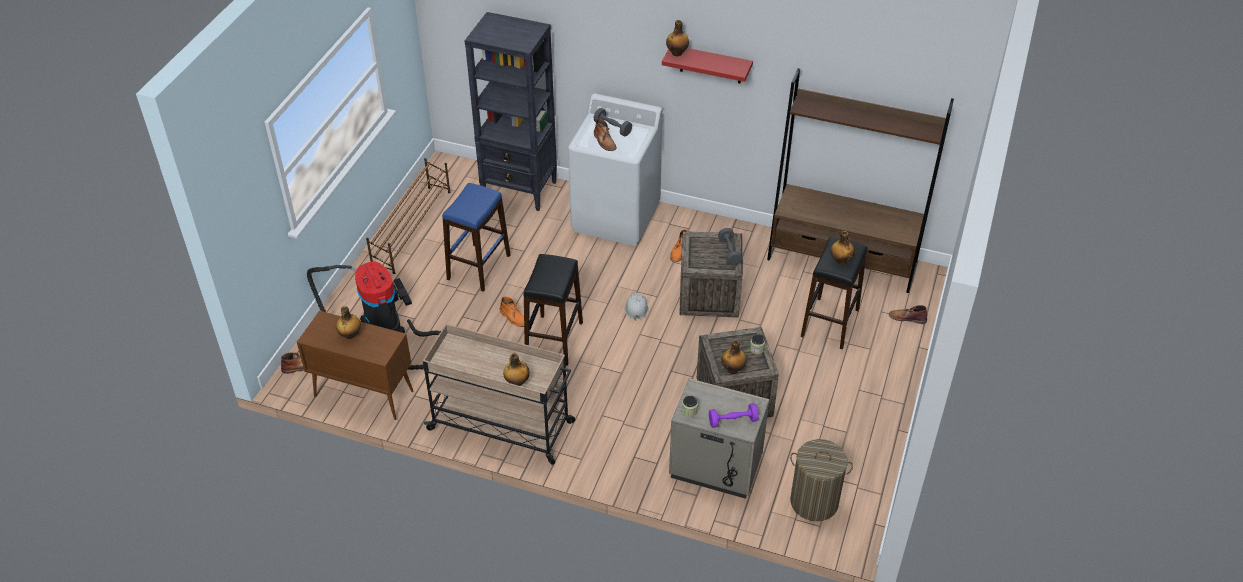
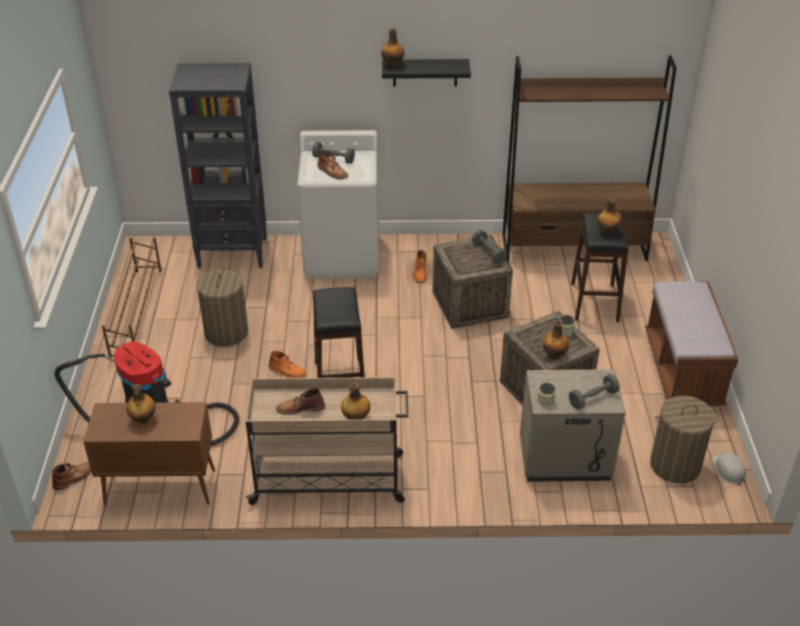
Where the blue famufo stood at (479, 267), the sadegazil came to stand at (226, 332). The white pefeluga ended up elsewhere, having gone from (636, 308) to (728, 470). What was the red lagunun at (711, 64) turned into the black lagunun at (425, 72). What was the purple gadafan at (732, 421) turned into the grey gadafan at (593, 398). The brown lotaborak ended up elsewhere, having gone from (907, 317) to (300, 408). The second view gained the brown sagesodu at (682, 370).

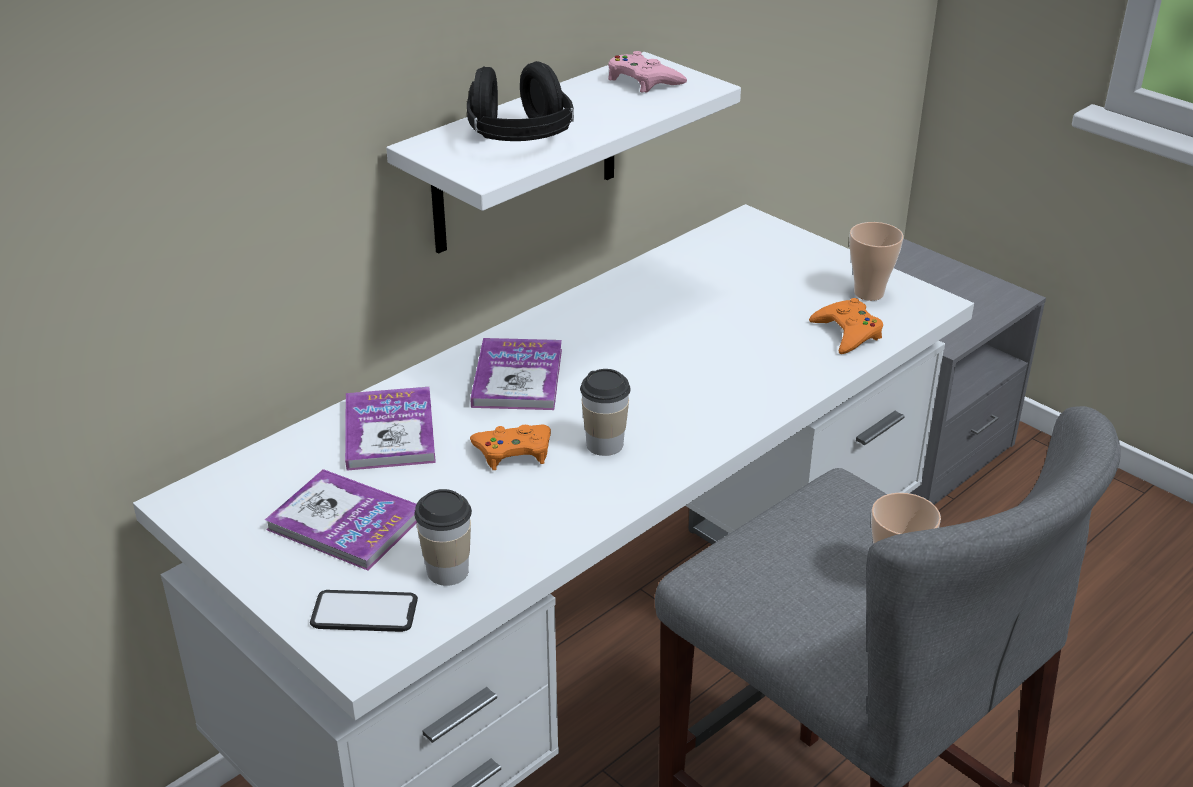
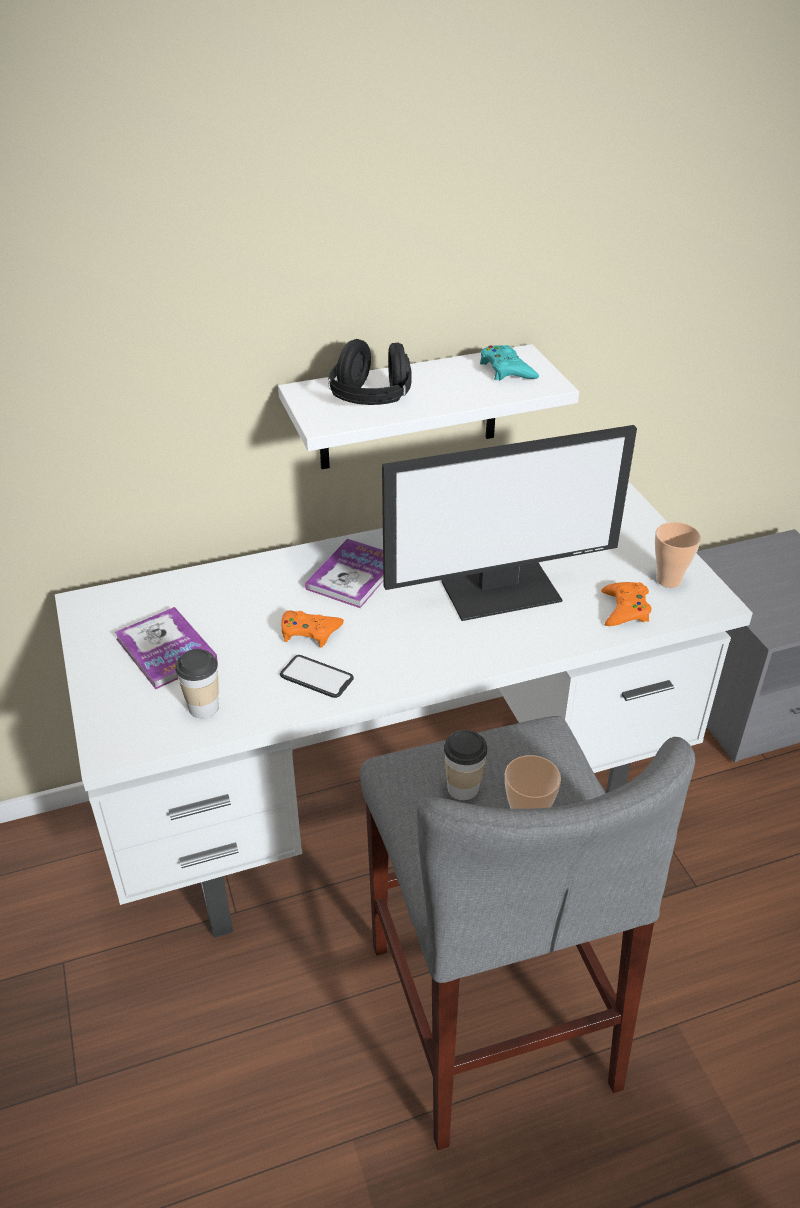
The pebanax ended up elsewhere, having gone from (364, 612) to (316, 677). The second view lost the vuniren at (389, 431). The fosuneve ended up elsewhere, having gone from (605, 444) to (463, 788). What was the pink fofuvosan at (643, 81) turned into the turquoise fofuvosan at (506, 370). The second view gained the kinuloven at (501, 589).

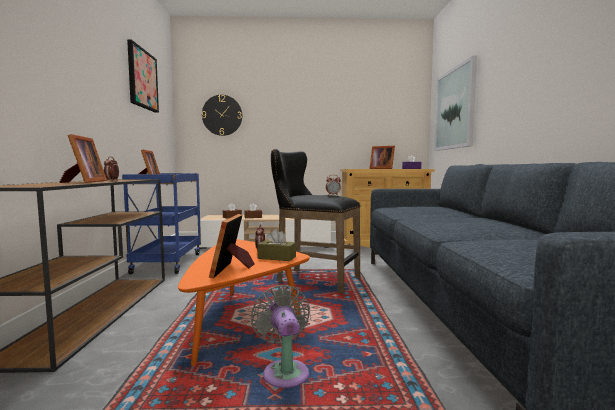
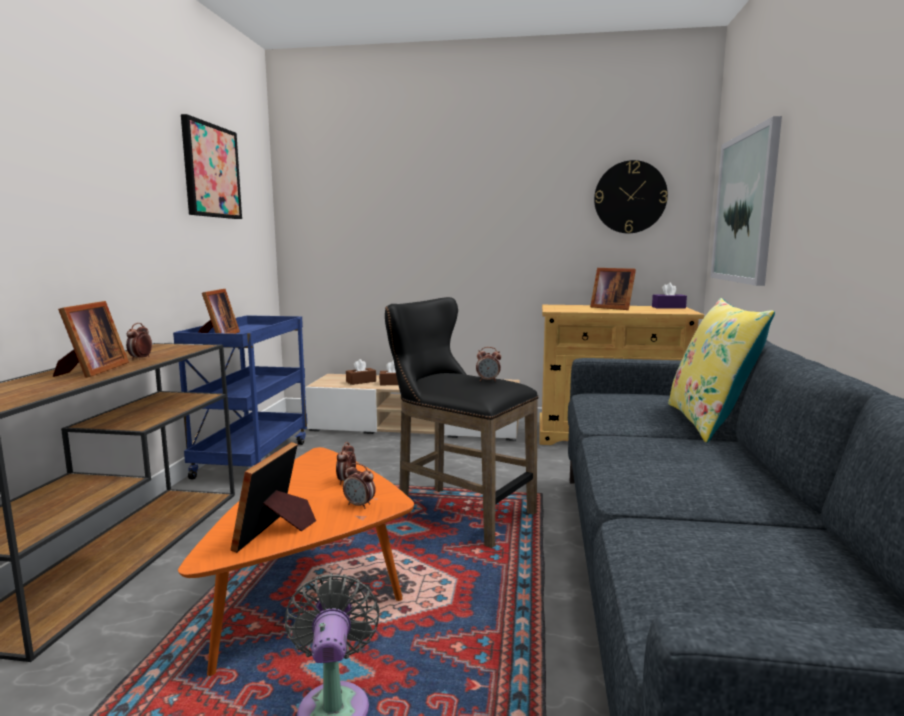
The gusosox ended up elsewhere, having gone from (222, 115) to (630, 197). Where the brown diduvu stood at (277, 257), the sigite came to stand at (359, 505). The second view gained the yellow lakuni at (709, 422).

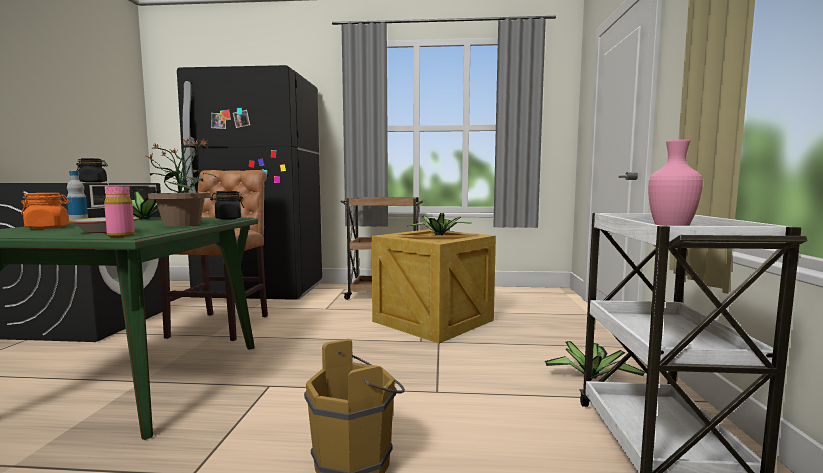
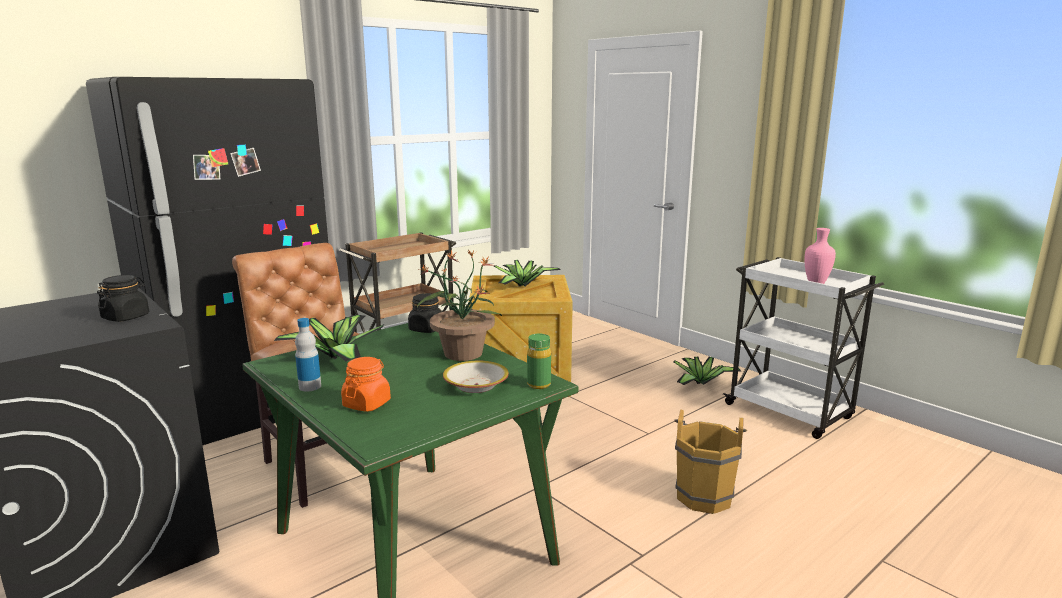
What was the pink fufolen at (121, 236) turned into the green fufolen at (539, 384).

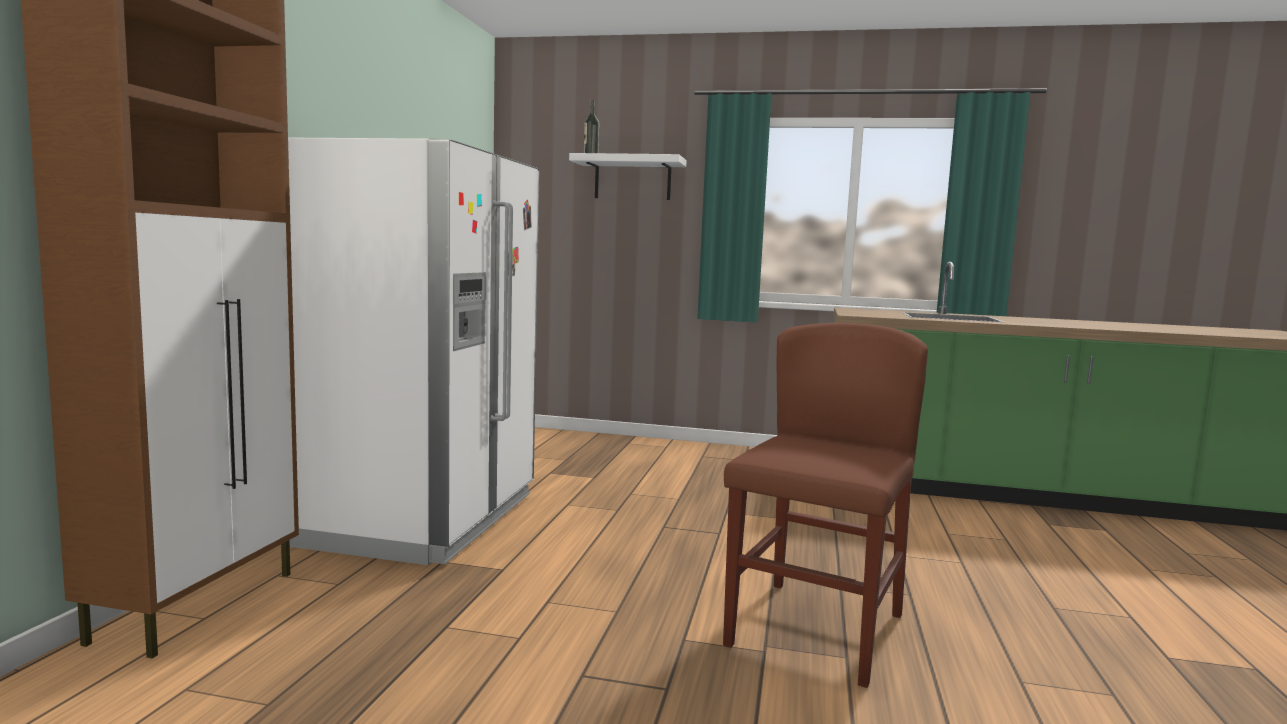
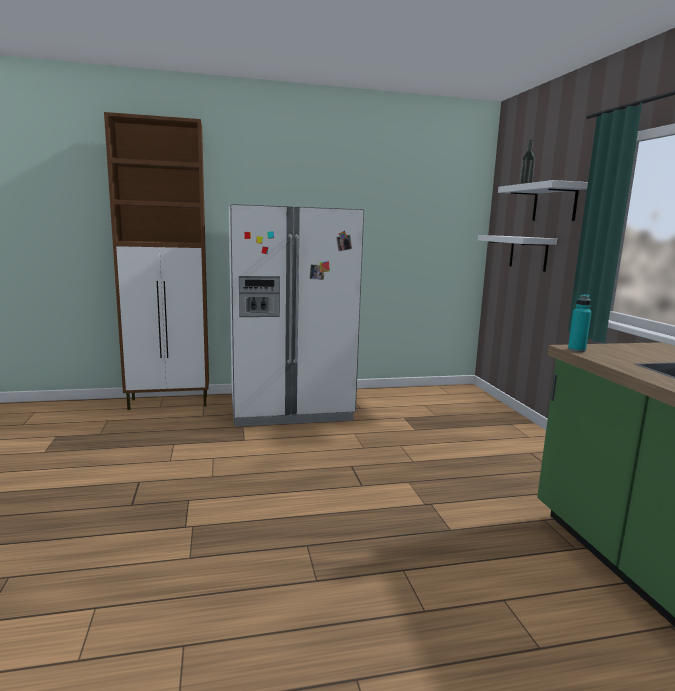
The second view lost the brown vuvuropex at (816, 630). The second view gained the white lagunun at (528, 253). The second view gained the turquoise fufolen at (576, 350).

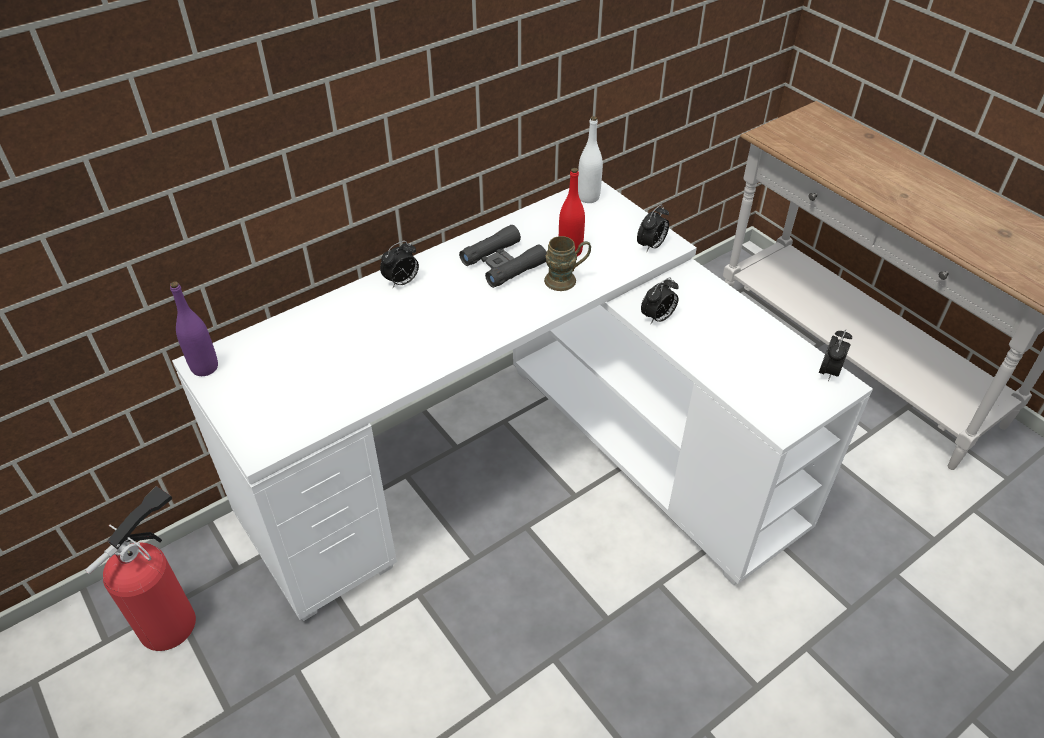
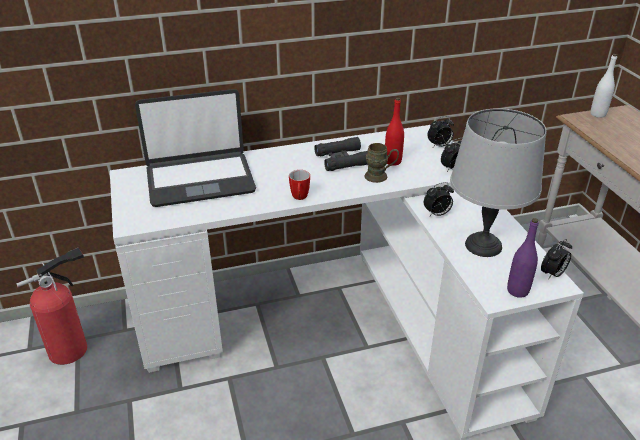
The purple fufolen ended up elsewhere, having gone from (205, 367) to (517, 291). The sigite ended up elsewhere, having gone from (402, 282) to (439, 146). The white fufolen ended up elsewhere, having gone from (588, 197) to (598, 114). The second view gained the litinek at (200, 180). The second view gained the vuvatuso at (299, 198). The second view gained the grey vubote at (483, 245).

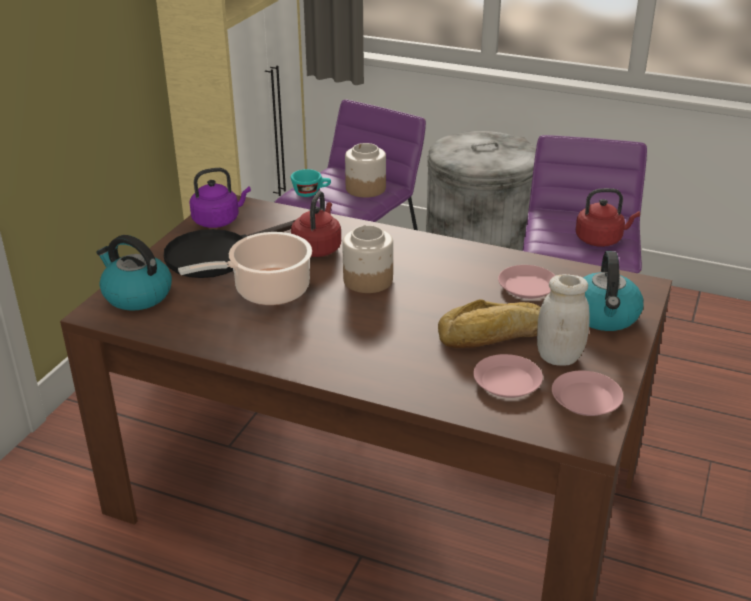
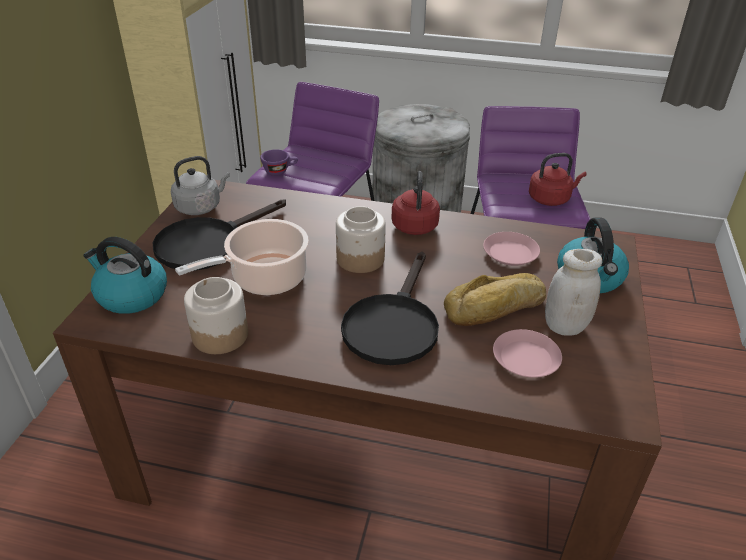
What was the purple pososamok at (218, 220) turned into the grey pososamok at (200, 207). What was the turquoise fosuneve at (311, 193) turned into the purple fosuneve at (280, 171). The red pososamok ended up elsewhere, having gone from (317, 248) to (414, 225). The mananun ended up elsewhere, having gone from (365, 188) to (219, 335). The second view lost the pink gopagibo at (585, 399). The second view gained the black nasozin at (393, 324).

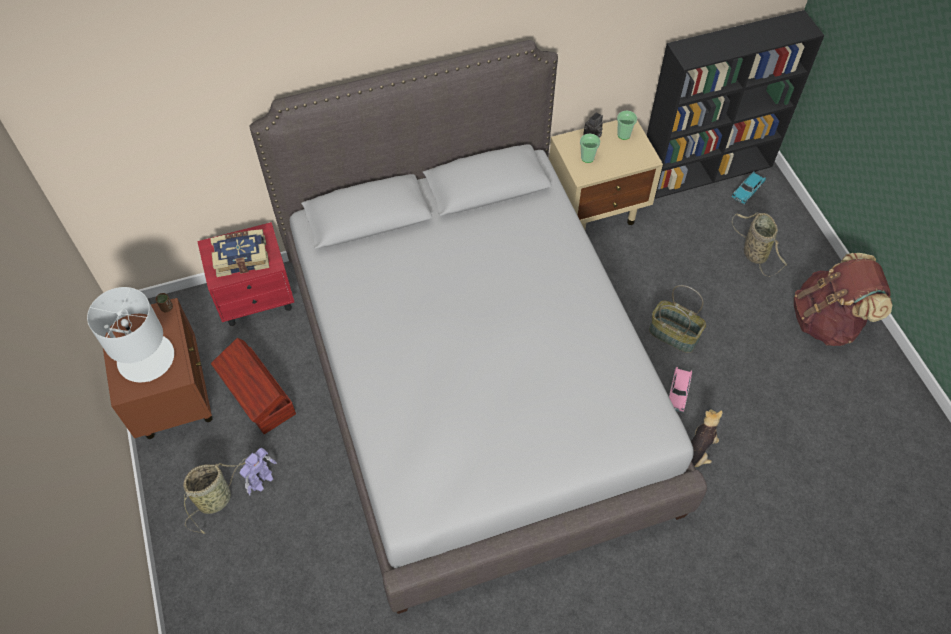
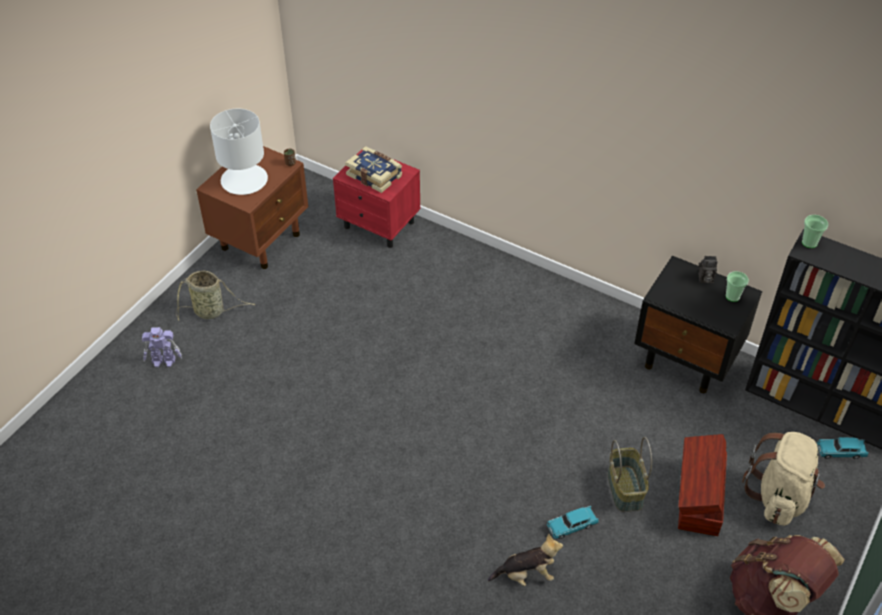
The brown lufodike ended up elsewhere, having gone from (258, 397) to (698, 497). The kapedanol ended up elsewhere, having gone from (262, 479) to (164, 361). The second view lost the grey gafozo at (475, 382). What was the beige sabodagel at (597, 209) turned into the black sabodagel at (687, 360). The fosuneve ended up elsewhere, having gone from (587, 157) to (809, 243). What was the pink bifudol at (678, 392) turned into the turquoise bifudol at (572, 526). Where the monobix stood at (753, 252), the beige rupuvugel came to stand at (779, 496).

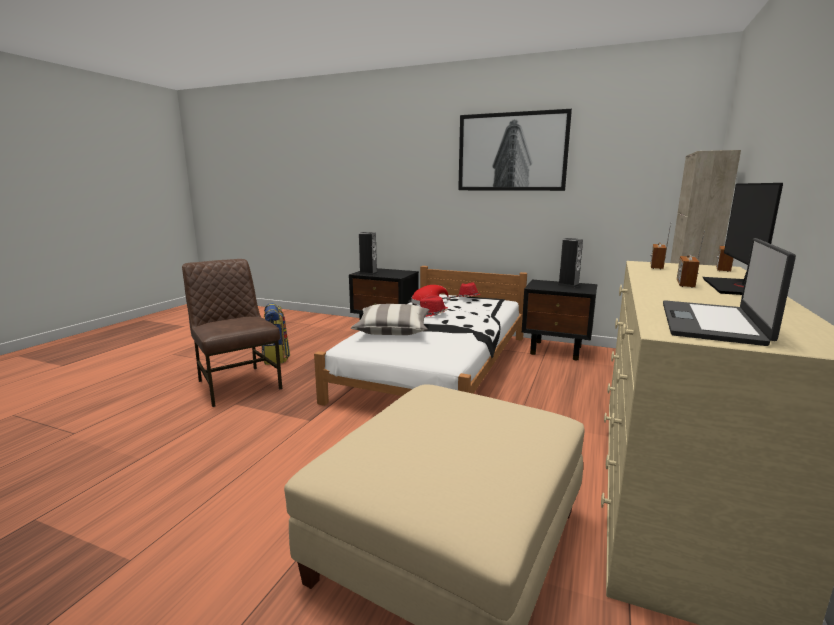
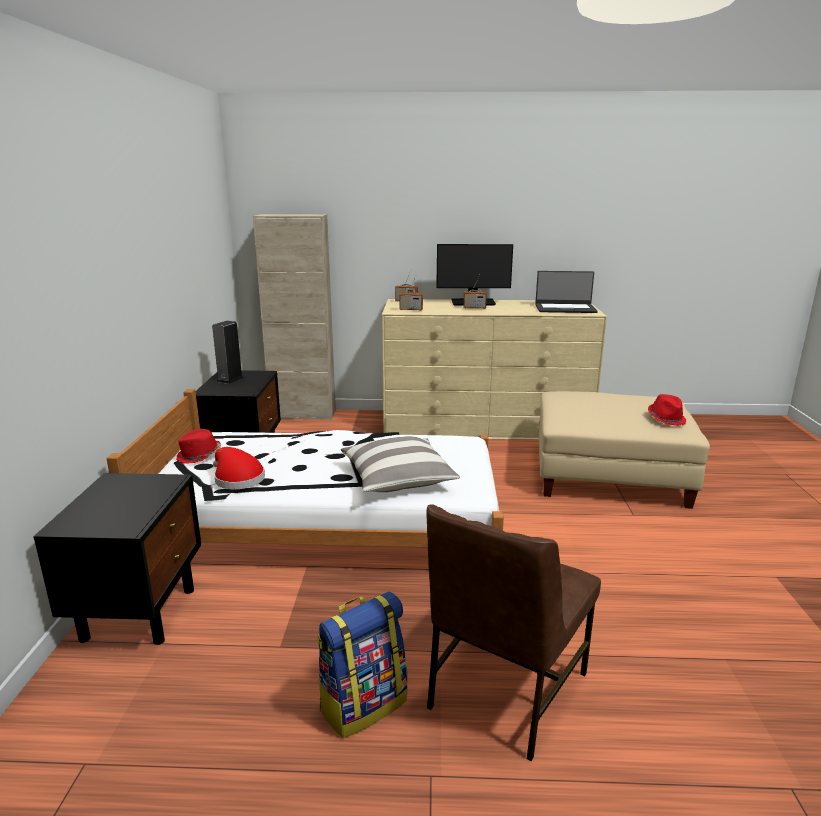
The second view lost the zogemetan at (368, 273). The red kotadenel ended up elsewhere, having gone from (432, 314) to (666, 419). The second view lost the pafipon at (511, 152).

